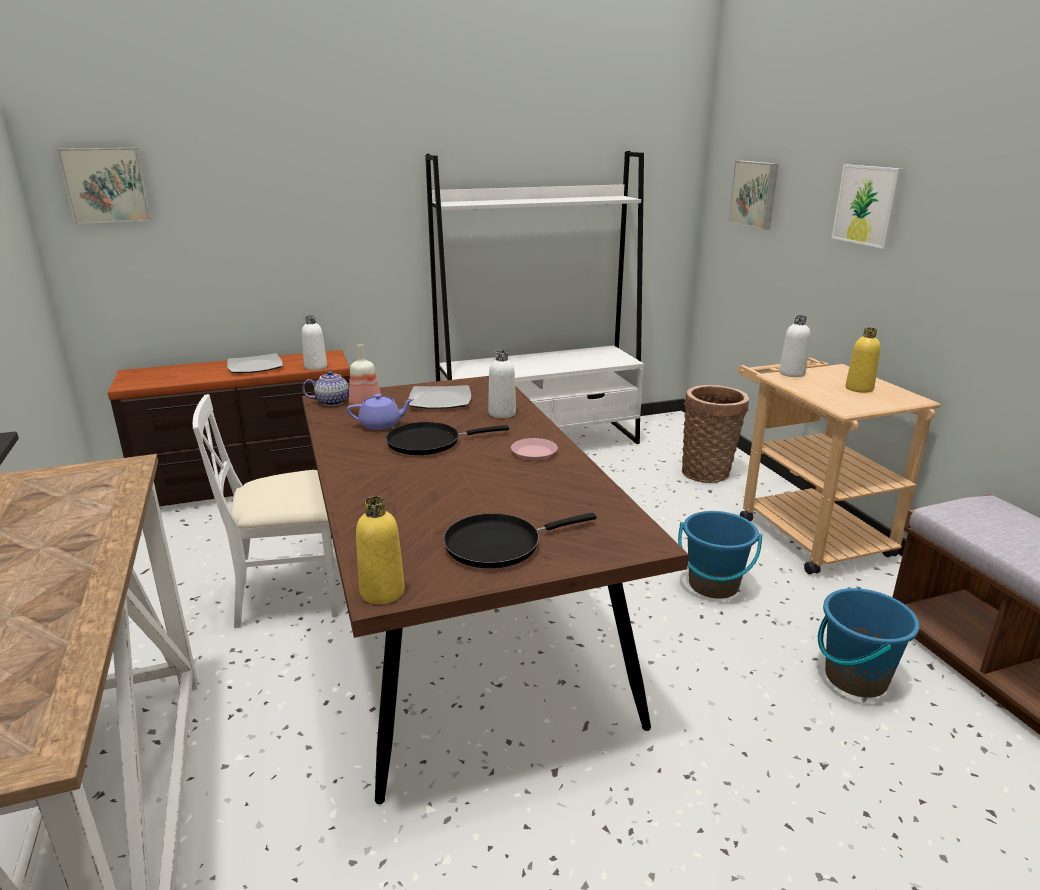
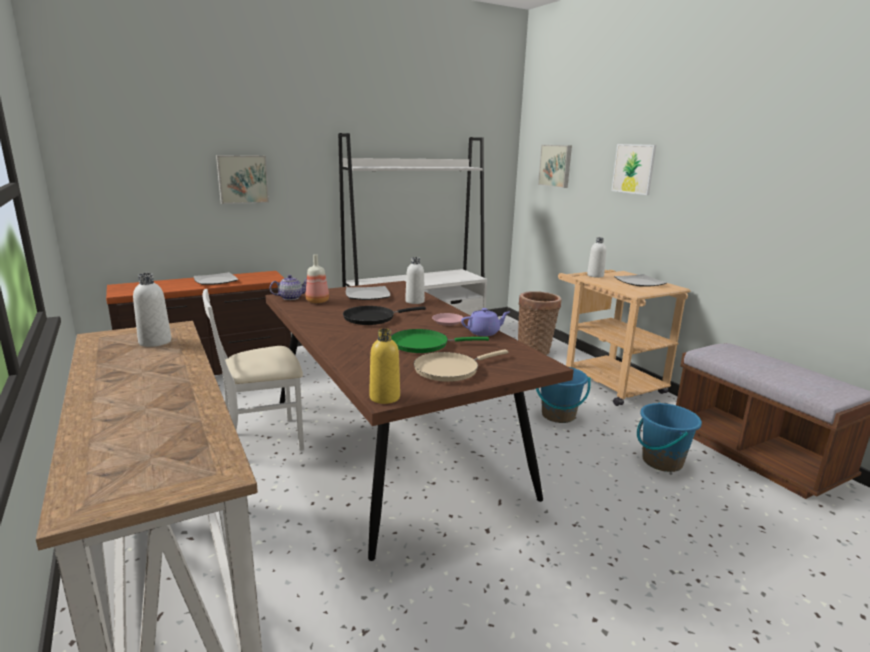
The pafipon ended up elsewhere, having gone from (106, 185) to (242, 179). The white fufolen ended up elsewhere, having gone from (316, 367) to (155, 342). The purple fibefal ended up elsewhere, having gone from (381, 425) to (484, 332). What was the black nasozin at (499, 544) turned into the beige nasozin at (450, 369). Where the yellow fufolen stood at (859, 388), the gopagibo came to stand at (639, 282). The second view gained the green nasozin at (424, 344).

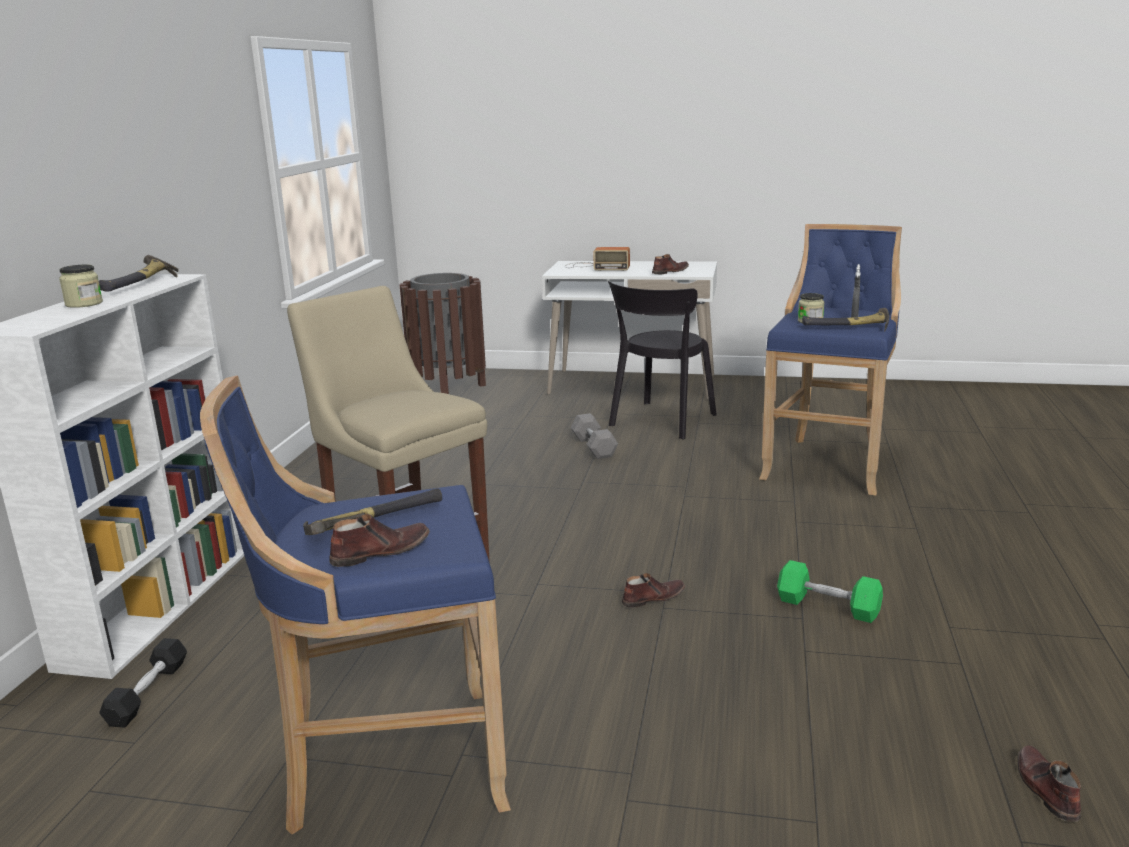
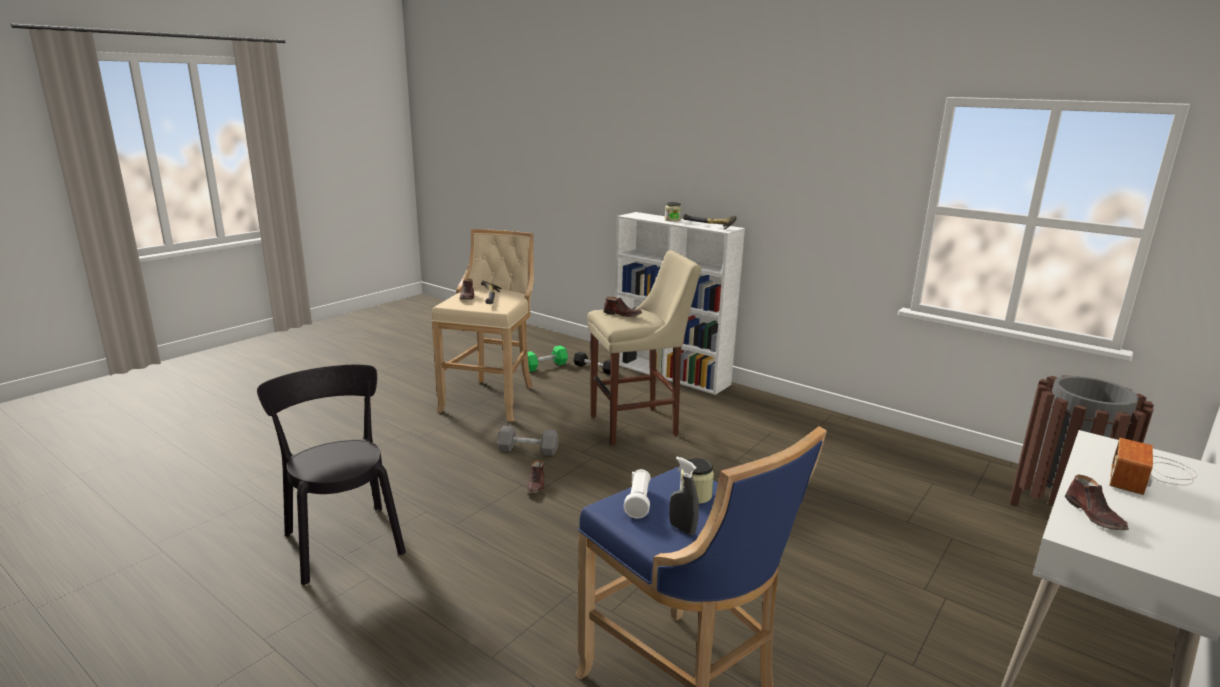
What was the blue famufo at (387, 765) turned into the beige famufo at (492, 398). The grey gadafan ended up elsewhere, having gone from (594, 447) to (528, 450). The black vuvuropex ended up elsewhere, having gone from (660, 422) to (343, 540). The green gadafan ended up elsewhere, having gone from (828, 606) to (545, 366). Where the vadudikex stood at (849, 329), the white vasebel came to stand at (638, 502). The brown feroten ended up elsewhere, having gone from (1045, 789) to (622, 314).

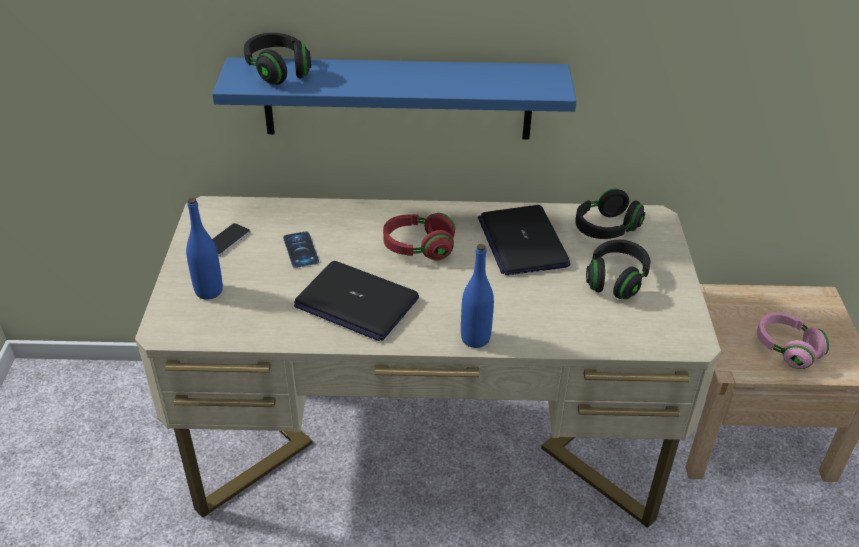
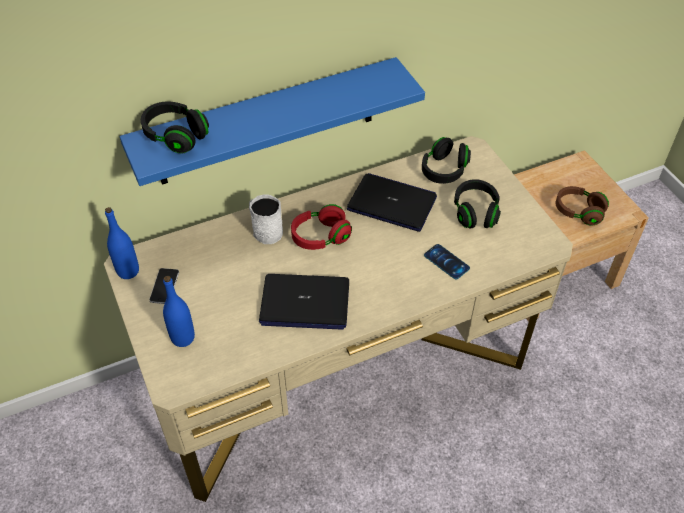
The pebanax ended up elsewhere, having gone from (300, 250) to (446, 262). The blue fufolen ended up elsewhere, having gone from (475, 338) to (128, 271). The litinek at (522, 241) ended up facing another way, 150 degrees clockwise from before. What was the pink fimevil at (786, 349) turned into the brown fimevil at (578, 212). The second view gained the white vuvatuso at (265, 230).

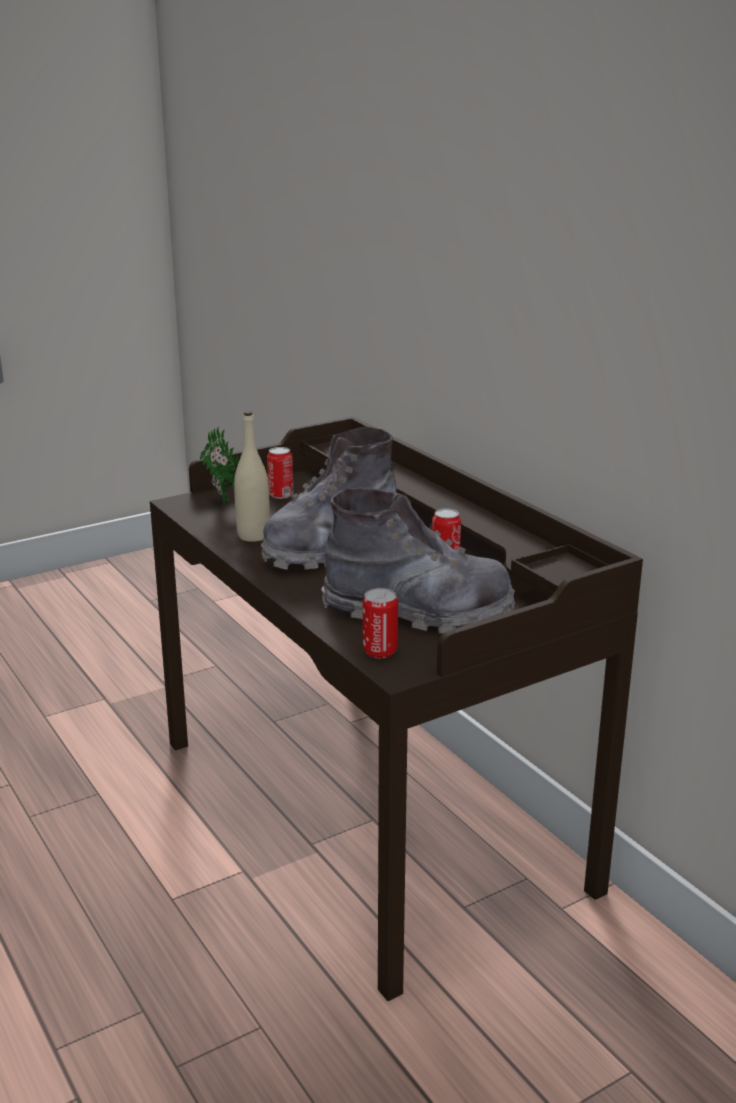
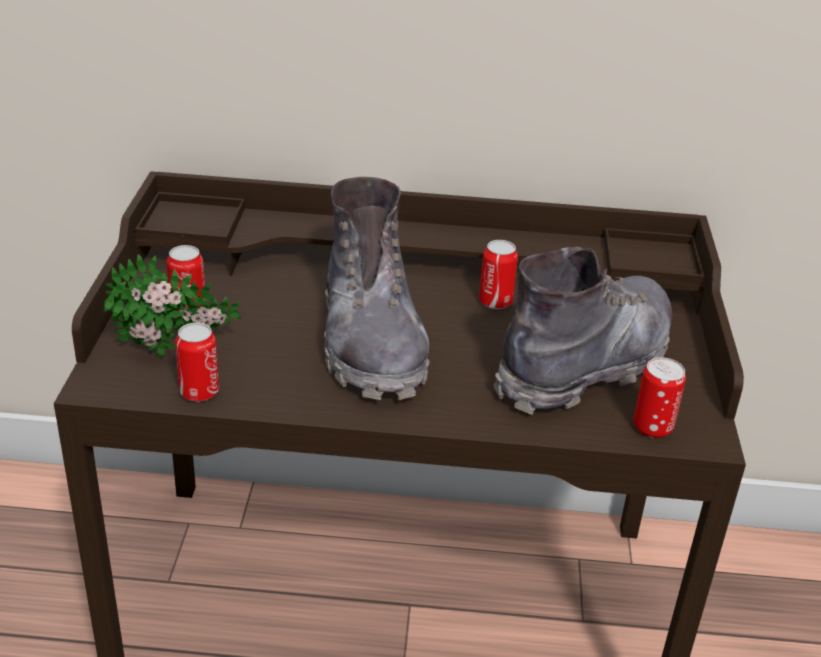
The second view lost the beige fufolen at (253, 536). The second view gained the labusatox at (199, 392).

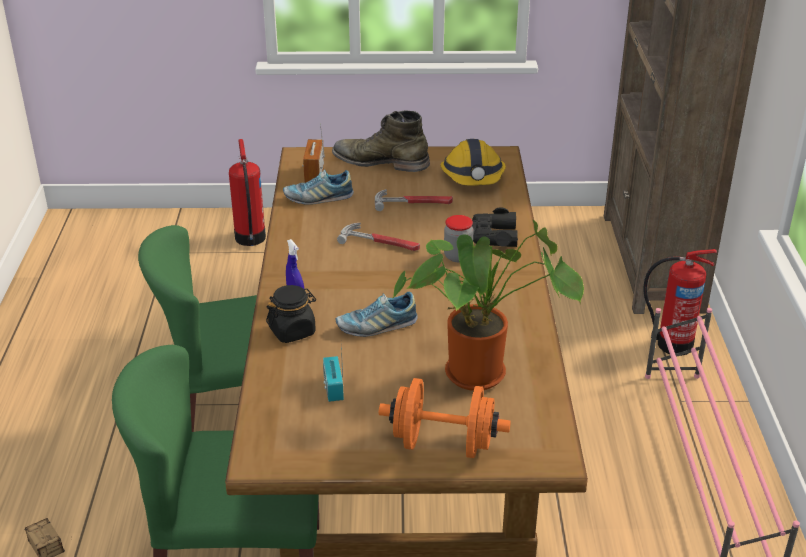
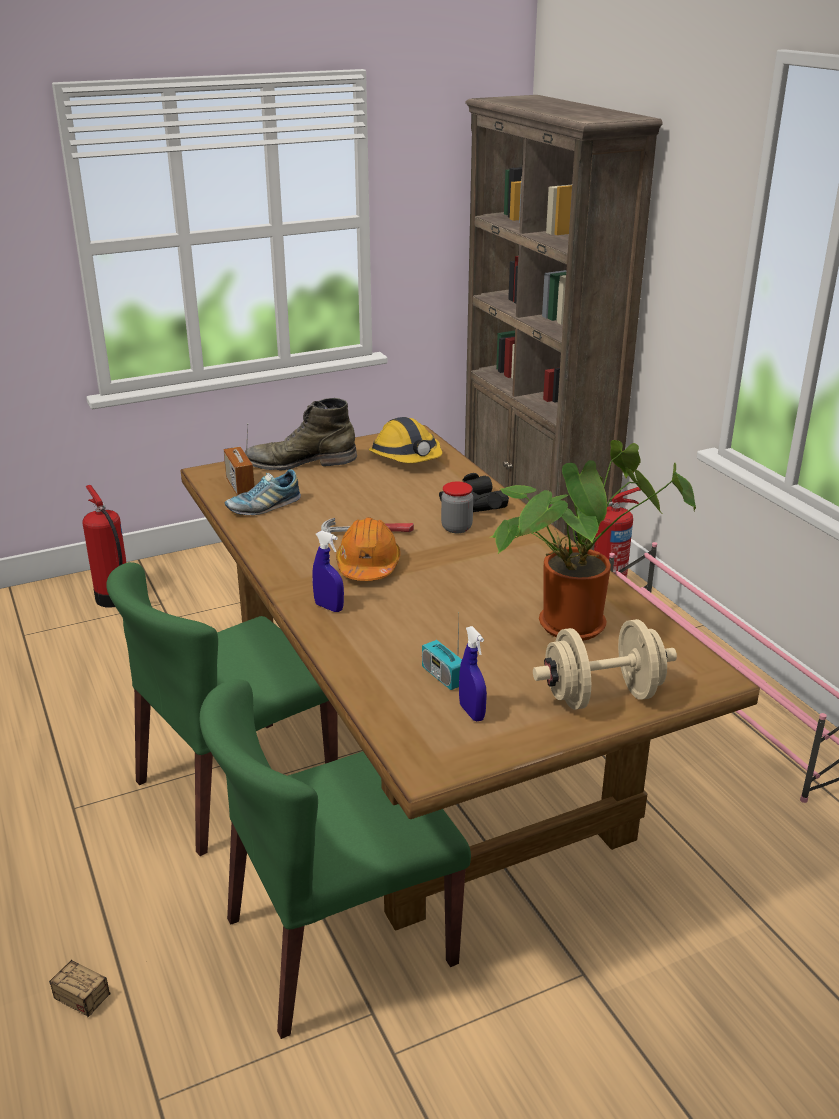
The second view lost the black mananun at (292, 331). The second view lost the feroten at (376, 326). The second view lost the vadudikex at (413, 203). What was the orange gadafan at (443, 444) turned into the beige gadafan at (602, 696). The second view gained the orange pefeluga at (368, 566). The second view gained the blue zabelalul at (471, 712).

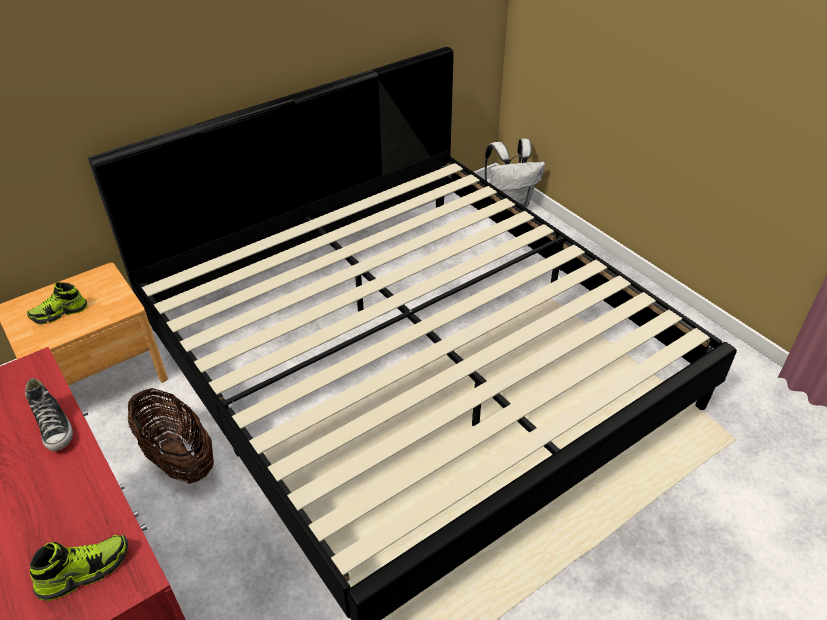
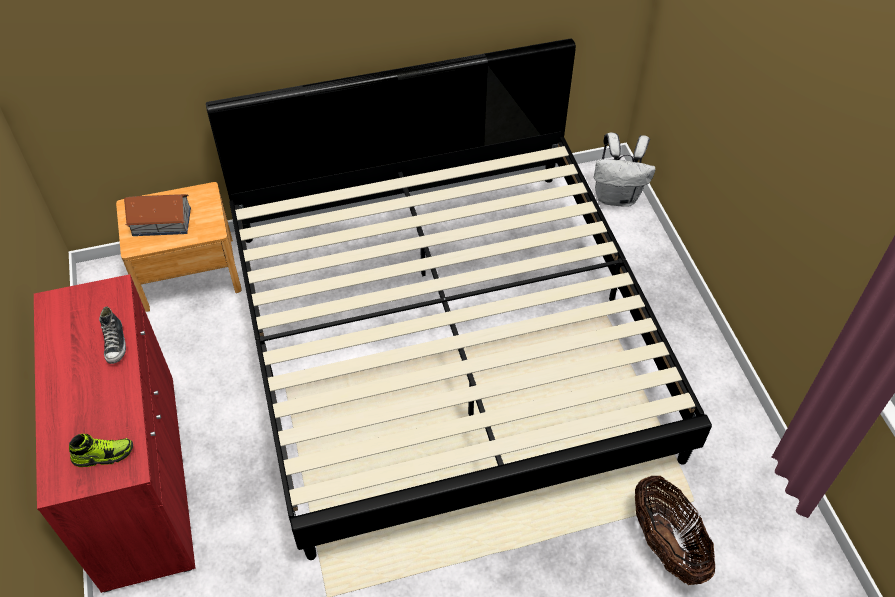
Where the feroten stood at (59, 313), the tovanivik came to stand at (162, 222). The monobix ended up elsewhere, having gone from (178, 458) to (666, 544).

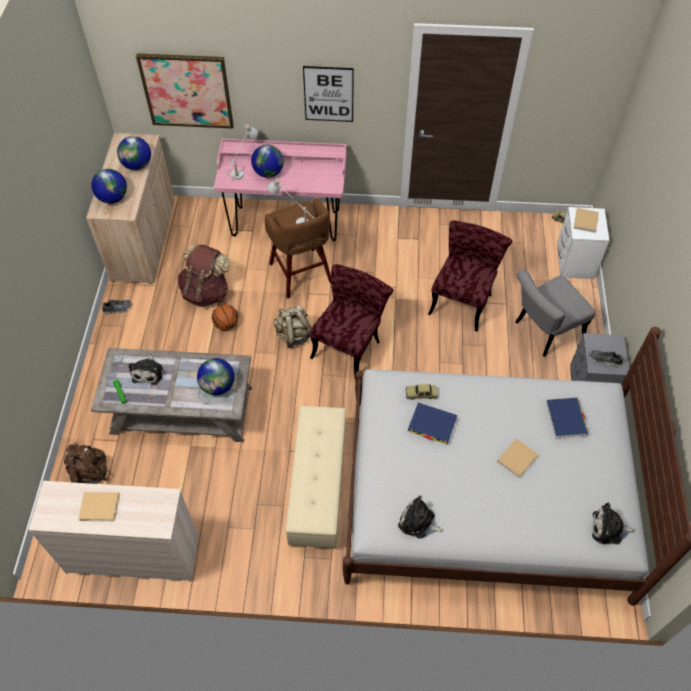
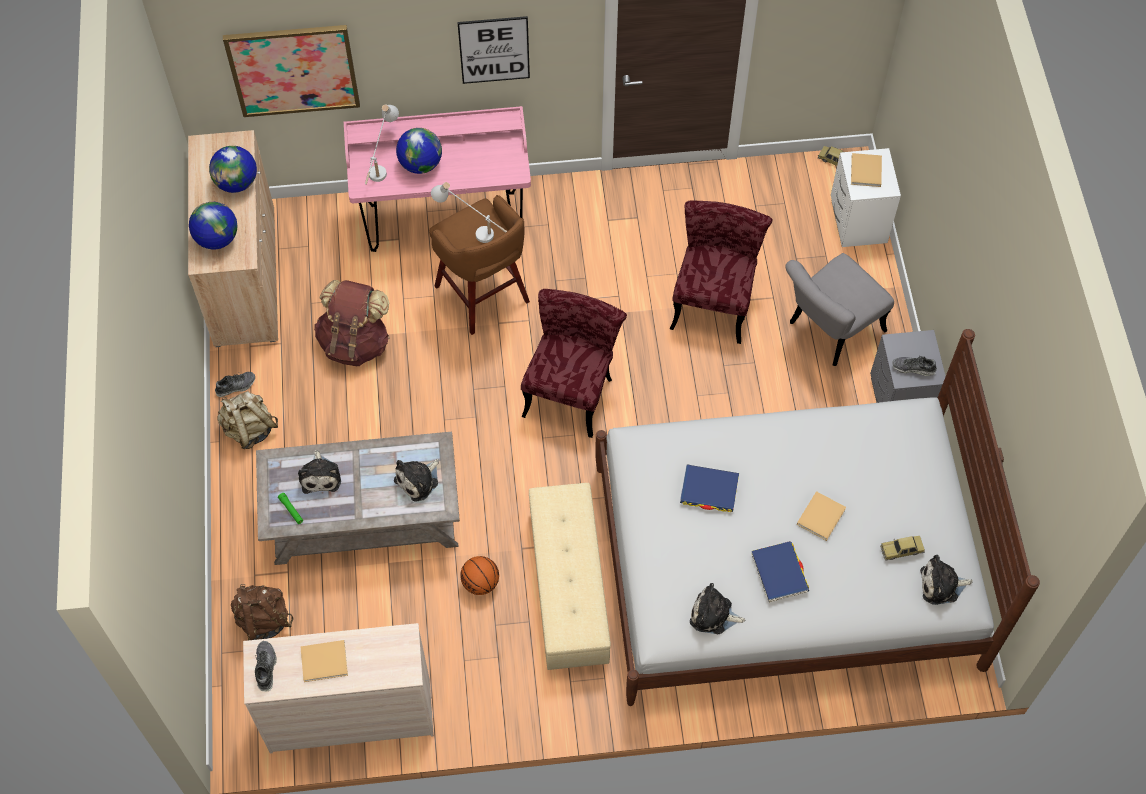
Where the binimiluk stood at (218, 386), the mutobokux came to stand at (419, 480). The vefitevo ended up elsewhere, having gone from (226, 324) to (480, 583). The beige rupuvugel ended up elsewhere, having gone from (294, 335) to (249, 429). The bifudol ended up elsewhere, having gone from (421, 394) to (901, 550). The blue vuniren ended up elsewhere, having gone from (566, 419) to (779, 573). The second view gained the feroten at (265, 667).

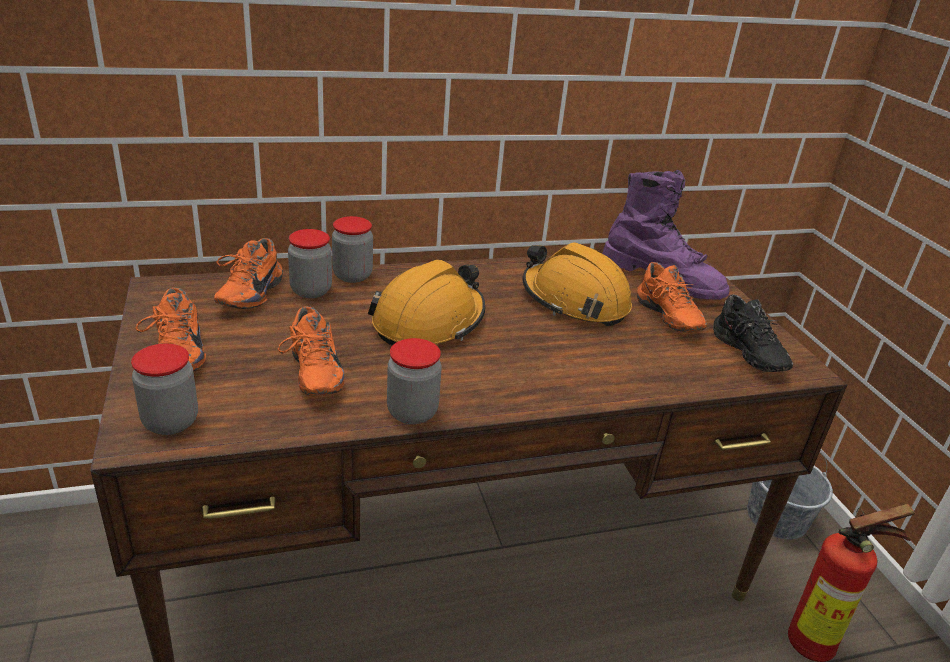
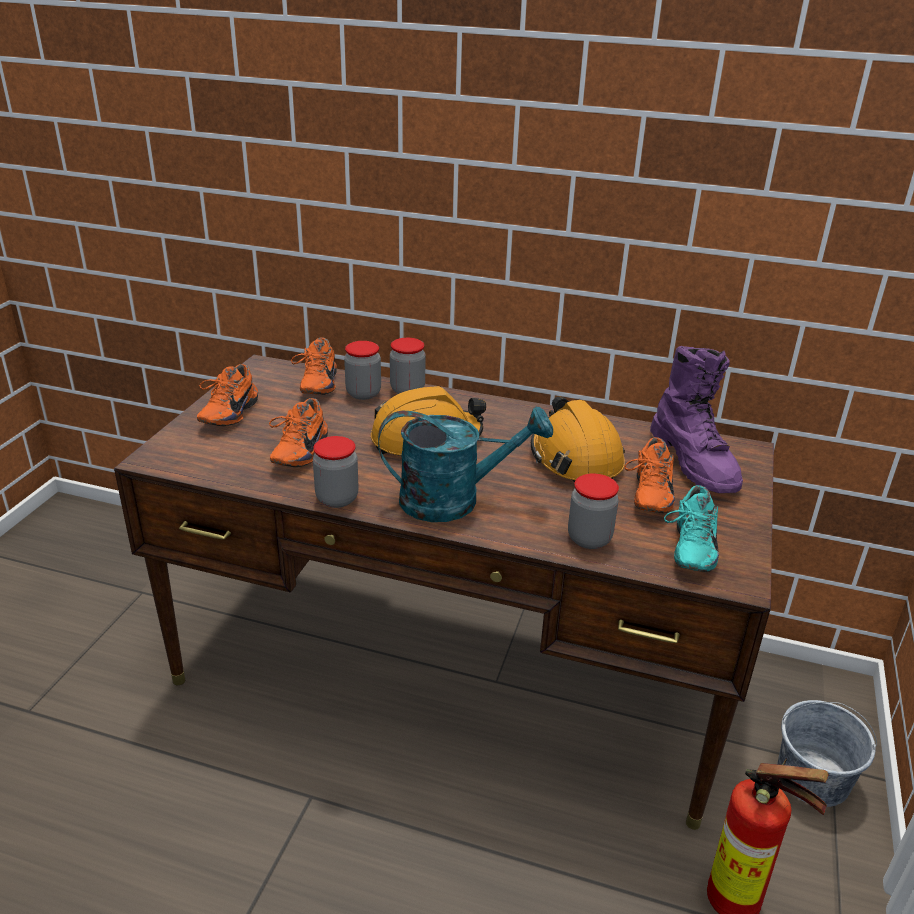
The mananun ended up elsewhere, having gone from (170, 422) to (589, 538). The orange feroten at (247, 294) ended up facing another way, 45 degrees counterclockwise from before. What was the black feroten at (744, 355) turned into the turquoise feroten at (688, 549). The second view gained the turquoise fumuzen at (454, 500).

